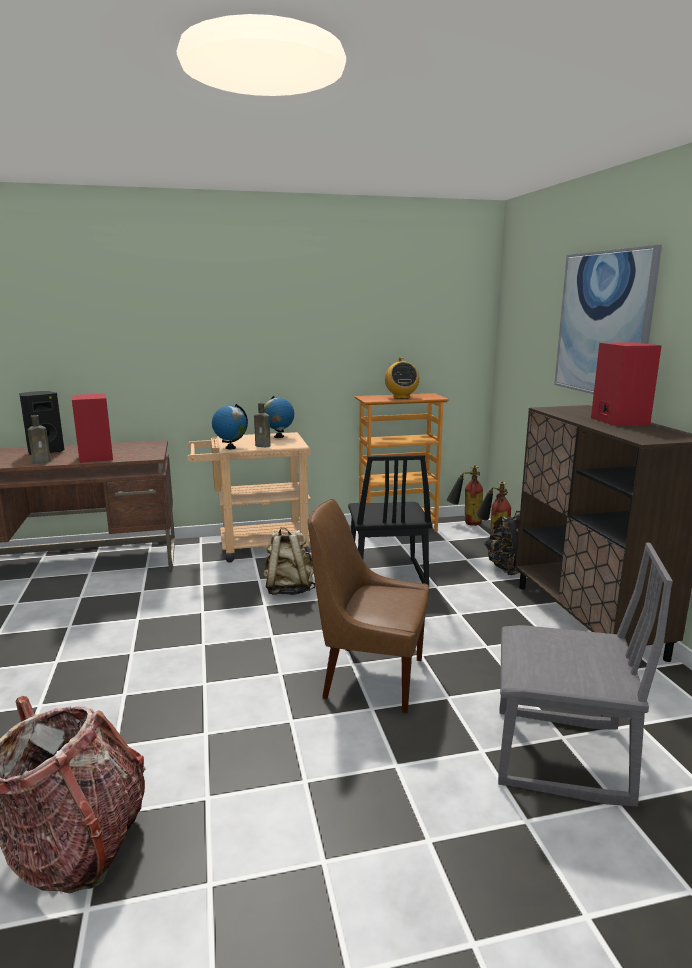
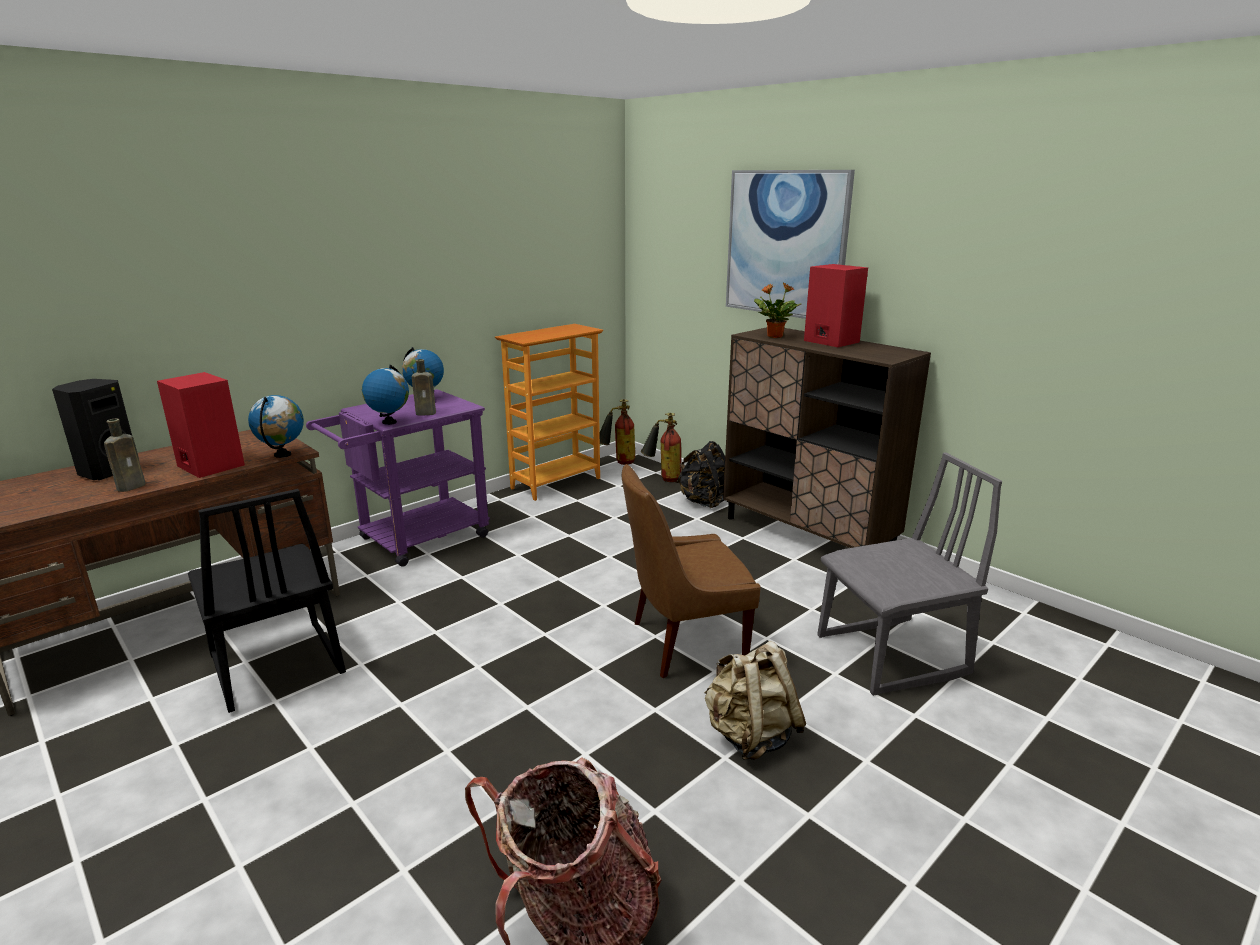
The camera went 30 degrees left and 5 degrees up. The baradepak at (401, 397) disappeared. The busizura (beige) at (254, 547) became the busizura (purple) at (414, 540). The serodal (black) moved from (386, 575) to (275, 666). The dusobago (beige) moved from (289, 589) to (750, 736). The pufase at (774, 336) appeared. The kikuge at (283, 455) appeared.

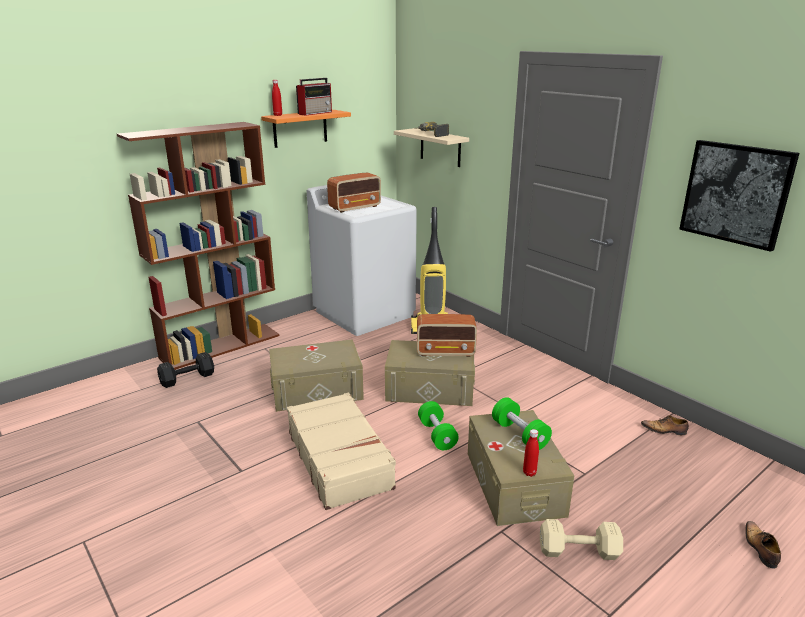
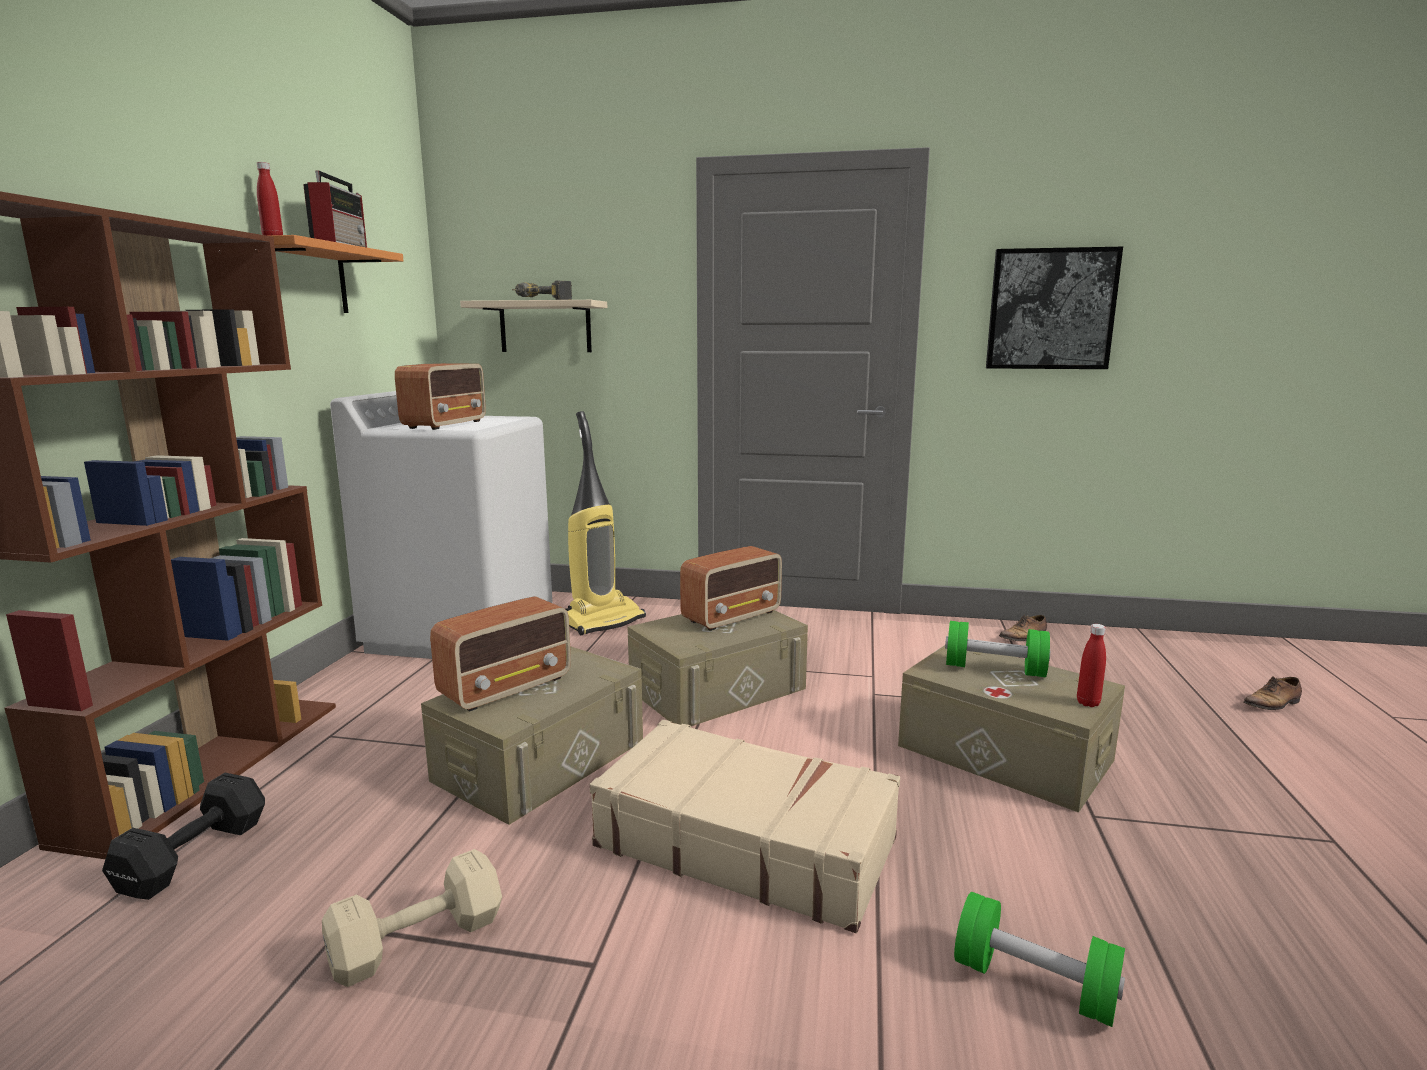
The camera went 40 degrees left and 10 degrees down. The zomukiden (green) moved from (437, 435) to (1034, 984). The zomukiden (beige) moved from (576, 550) to (413, 942). The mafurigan at (760, 548) turned 75 degrees counterclockwise. The baradepak at (507, 687) appeared.

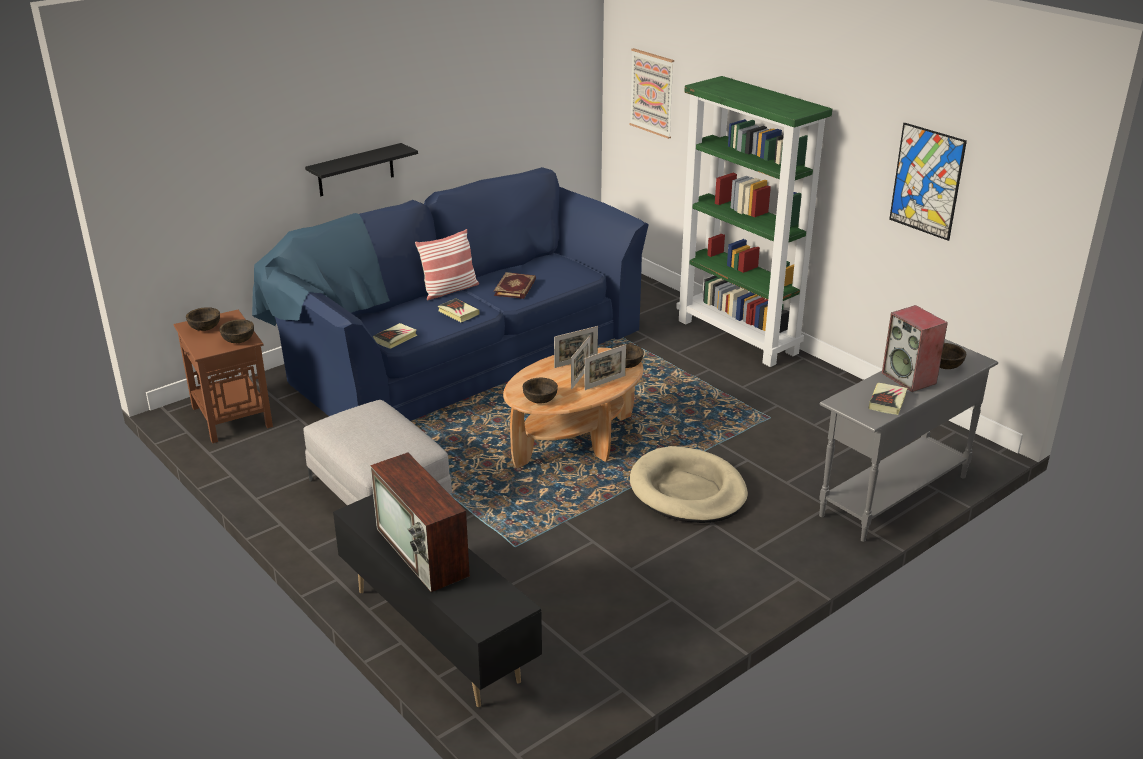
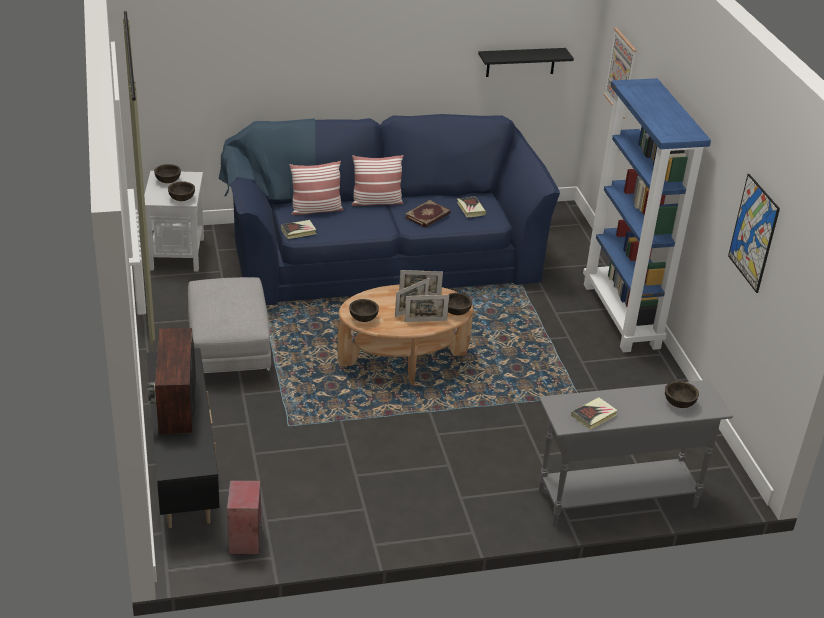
The camera went 25 degrees right and 5 degrees up. The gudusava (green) at (738, 337) became the gudusava (blue) at (622, 316). The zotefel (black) moved from (355, 170) to (520, 62). The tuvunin moved from (458, 313) to (470, 209). The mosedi moved from (910, 378) to (245, 540). The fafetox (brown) at (232, 417) became the fafetox (white) at (176, 254). The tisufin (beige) at (688, 490) disappeared. The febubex at (316, 210) appeared.

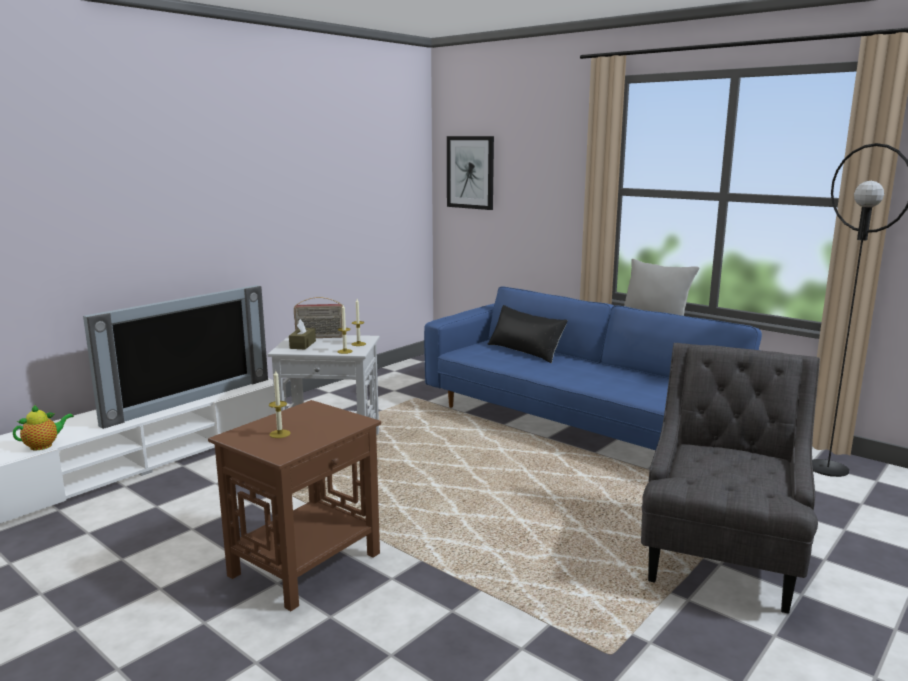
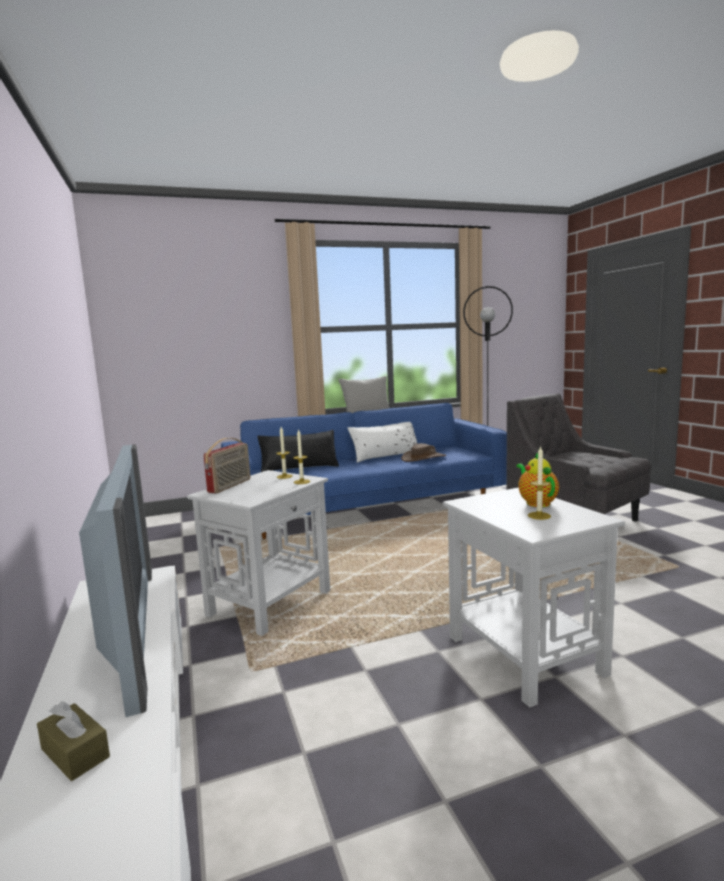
The camera went 60 degrees left and 5 degrees down. The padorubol at (470, 172) disappeared. The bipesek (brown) moved from (303, 345) to (75, 753). The fafetox (brown) at (307, 563) became the fafetox (white) at (523, 654). The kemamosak moved from (44, 445) to (536, 502). The febubex (white) at (385, 456) appeared. The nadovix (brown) at (424, 458) appeared.

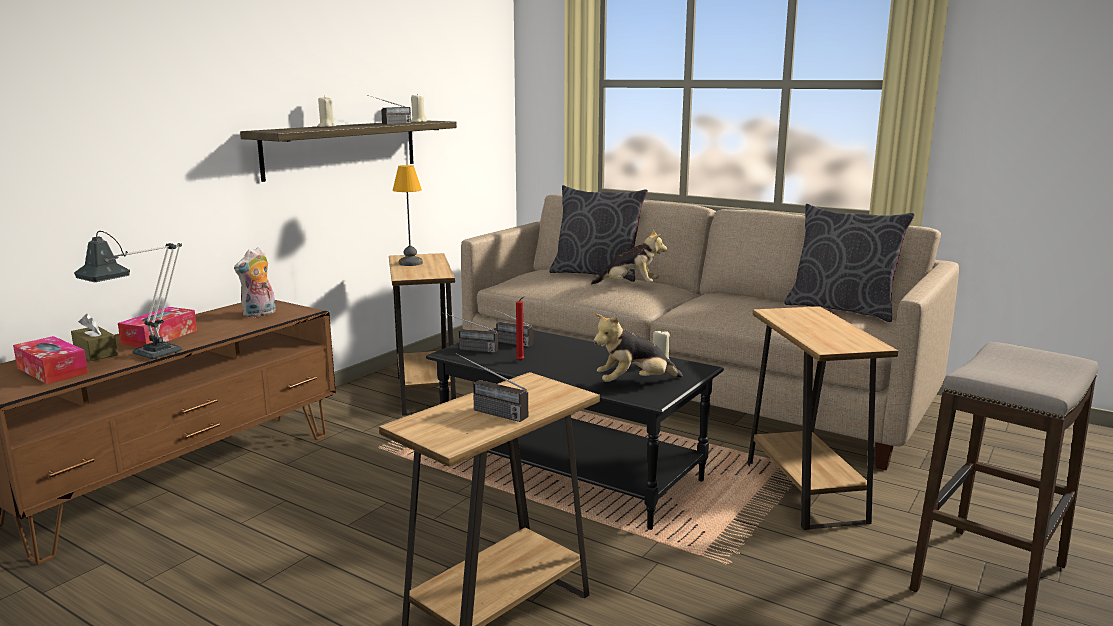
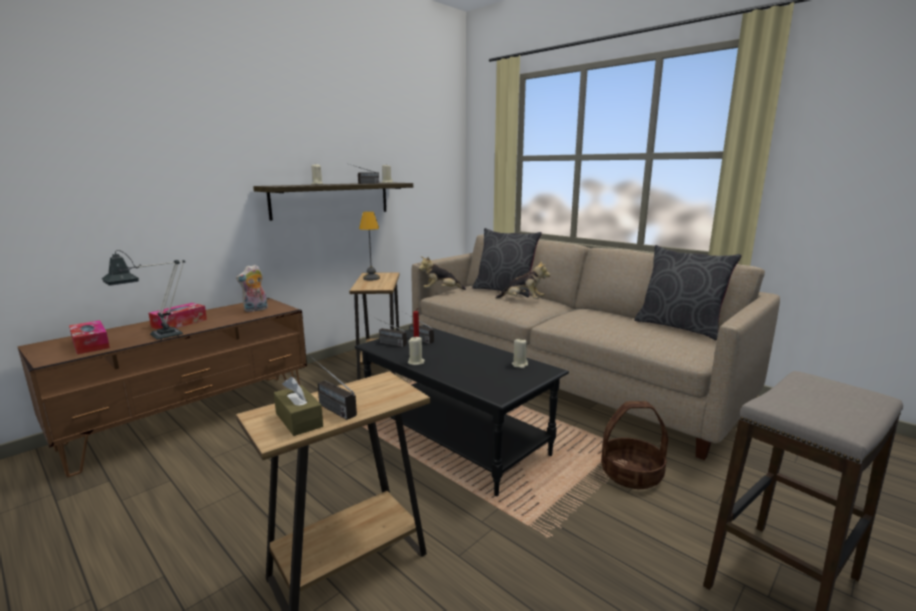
The camera went 10 degrees right and 0 degrees up. The fafetox (brown) at (804, 492) was replaced by the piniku at (631, 474). The bipesek (brown) moved from (95, 352) to (299, 420). The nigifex moved from (634, 384) to (441, 291). The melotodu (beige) at (416, 362) appeared.

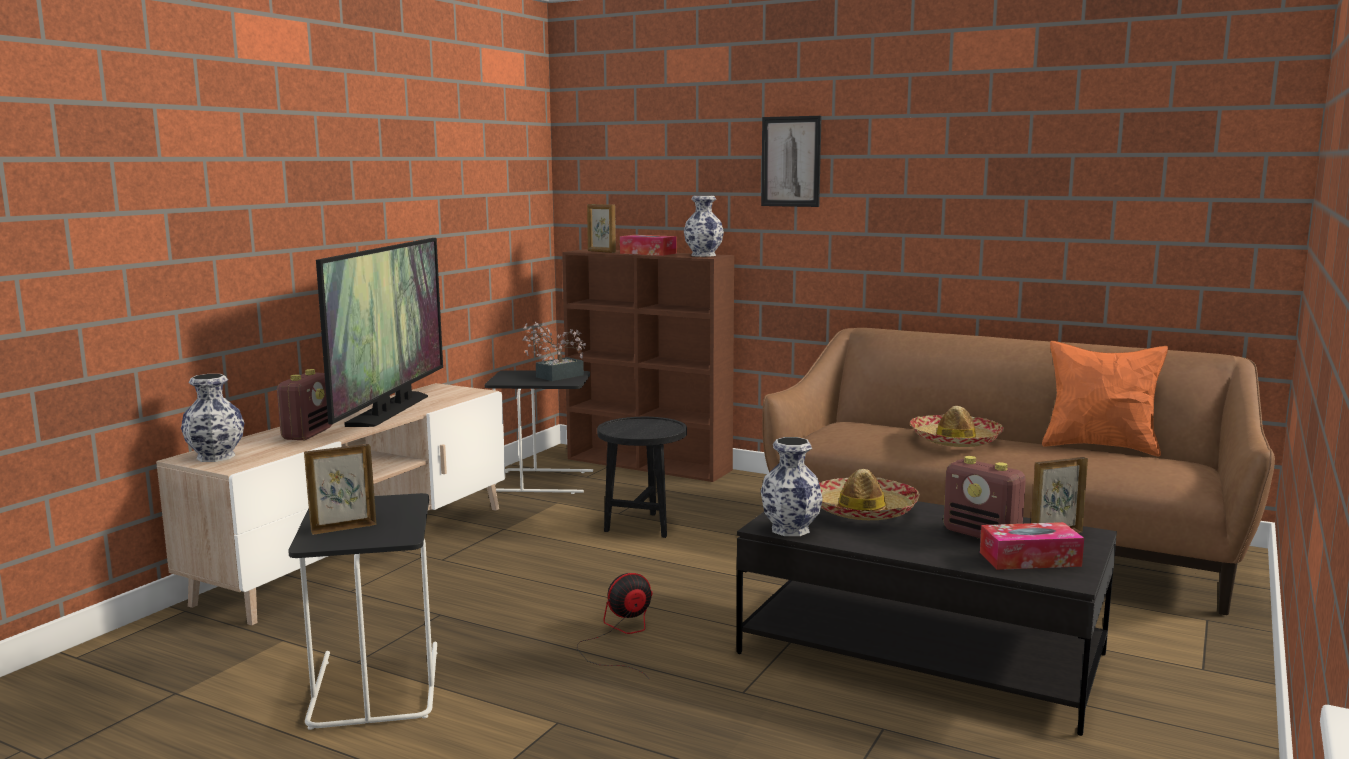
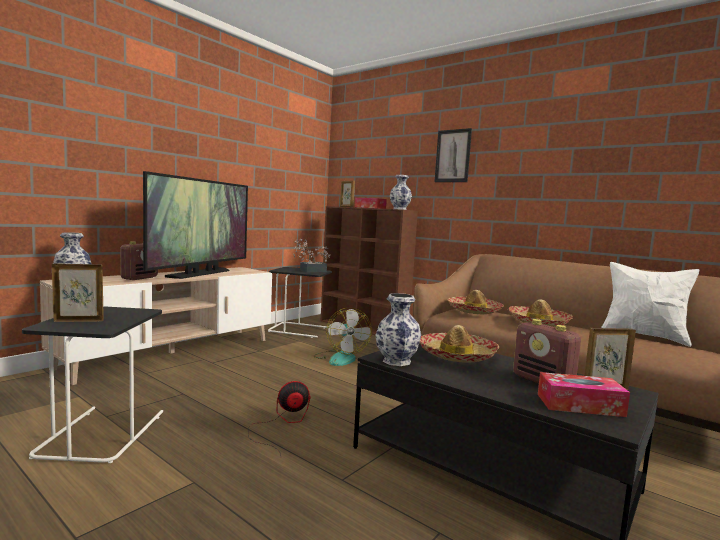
The camera went 10 degrees right and 5 degrees down. The febubex (orange) at (1100, 447) became the febubex (white) at (643, 336). The fafetox (black) at (643, 525) was replaced by the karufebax at (340, 358). The nadovix at (474, 311) appeared.

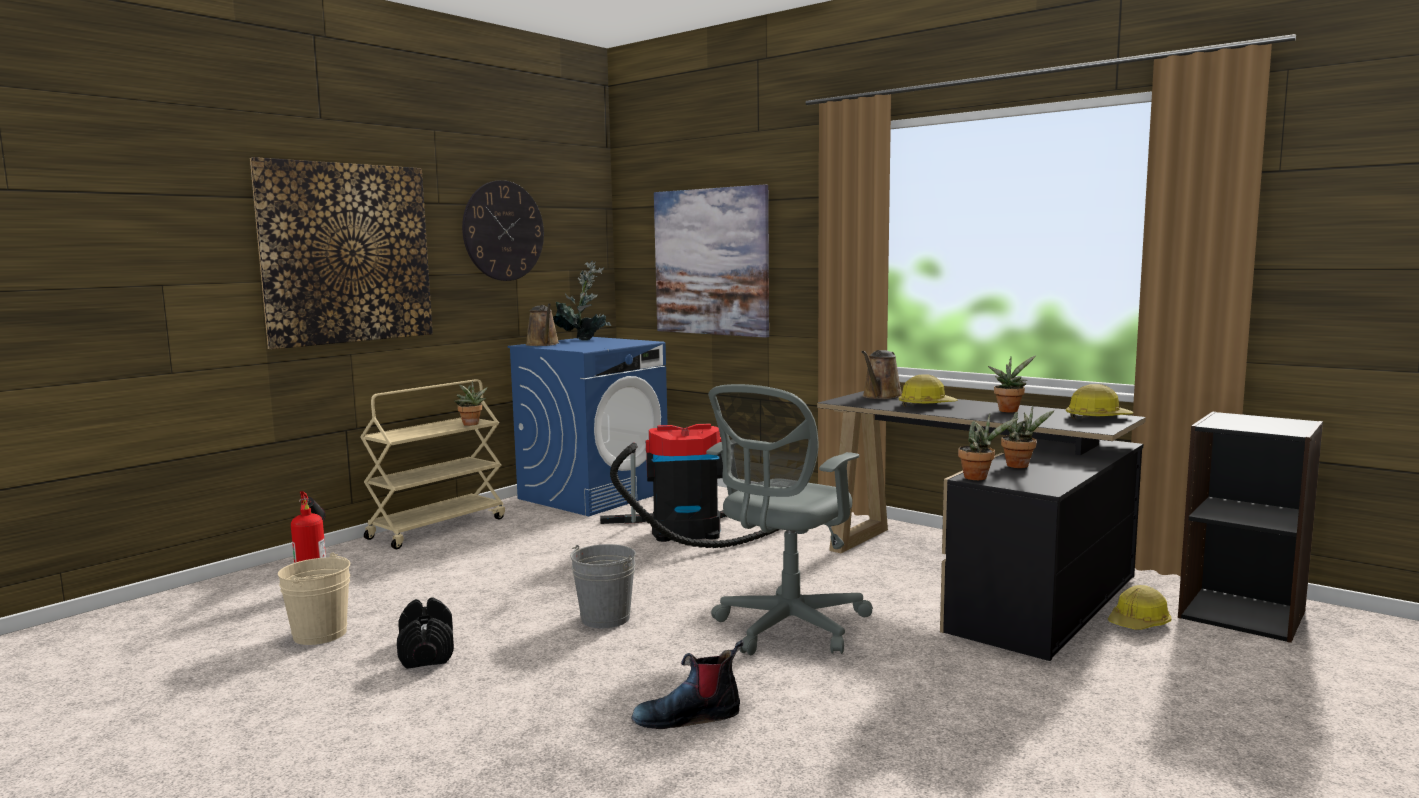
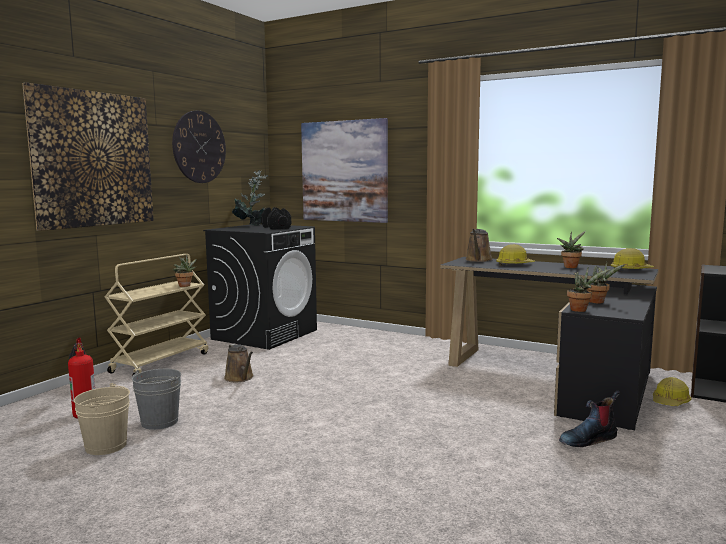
The camera went 10 degrees left and 0 degrees up. The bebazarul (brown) moved from (543, 344) to (240, 378). The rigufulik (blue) at (594, 494) became the rigufulik (black) at (265, 334). The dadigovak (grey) at (786, 629) disappeared. The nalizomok at (695, 532) disappeared. The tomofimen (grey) moved from (605, 618) to (159, 422). The zomukiden (black) moved from (427, 652) to (276, 228). The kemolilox moved from (688, 717) to (588, 439).

